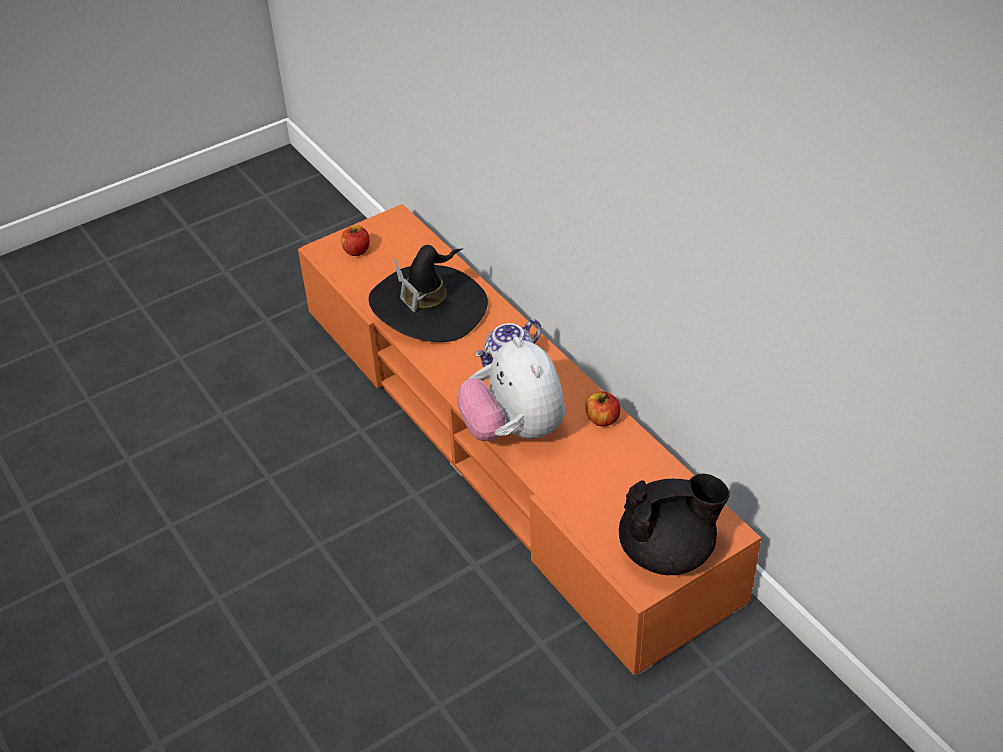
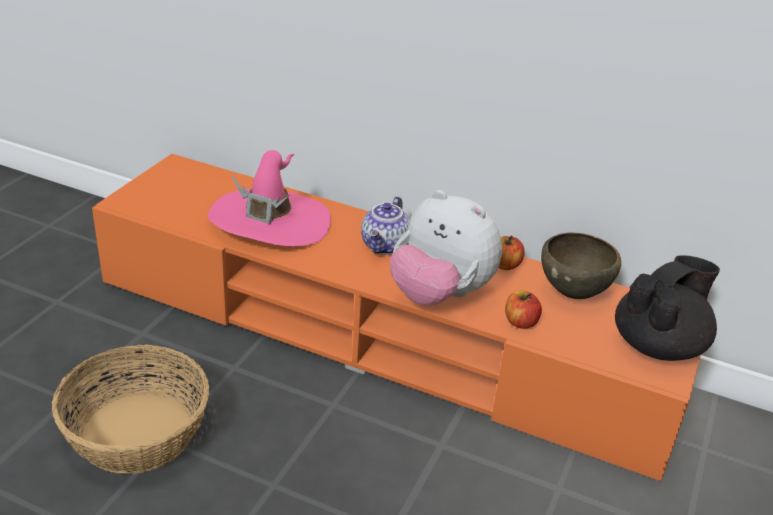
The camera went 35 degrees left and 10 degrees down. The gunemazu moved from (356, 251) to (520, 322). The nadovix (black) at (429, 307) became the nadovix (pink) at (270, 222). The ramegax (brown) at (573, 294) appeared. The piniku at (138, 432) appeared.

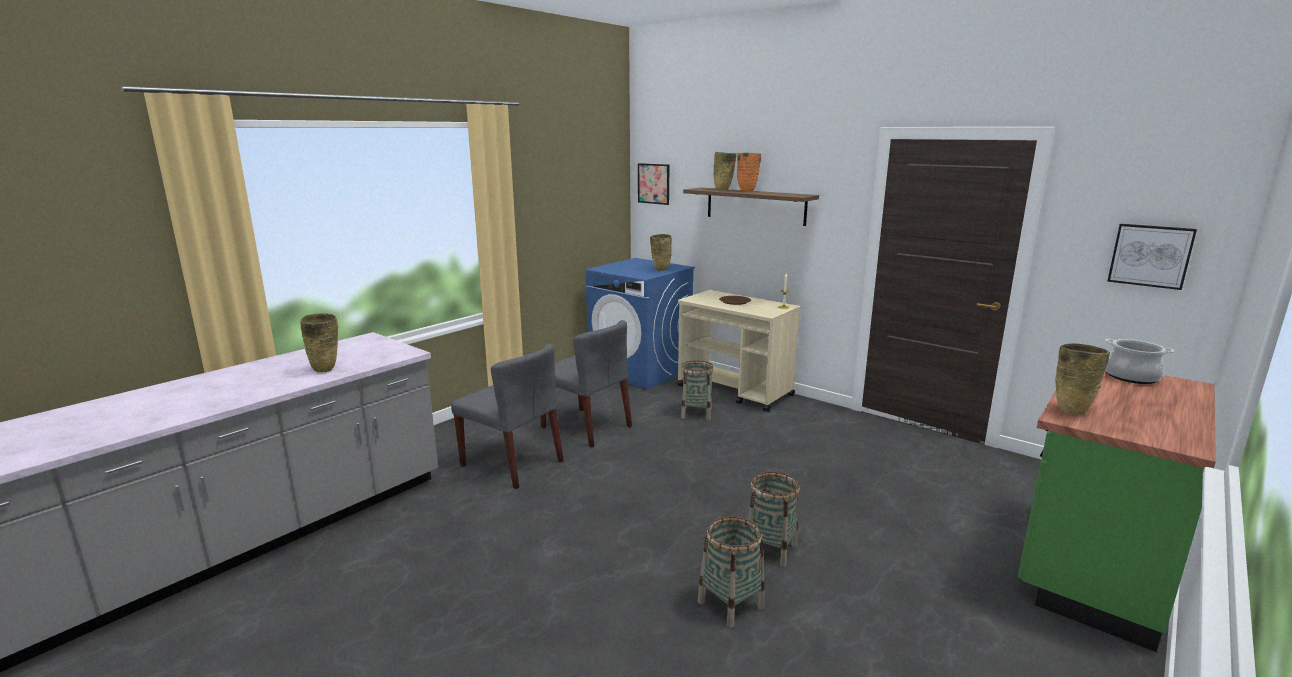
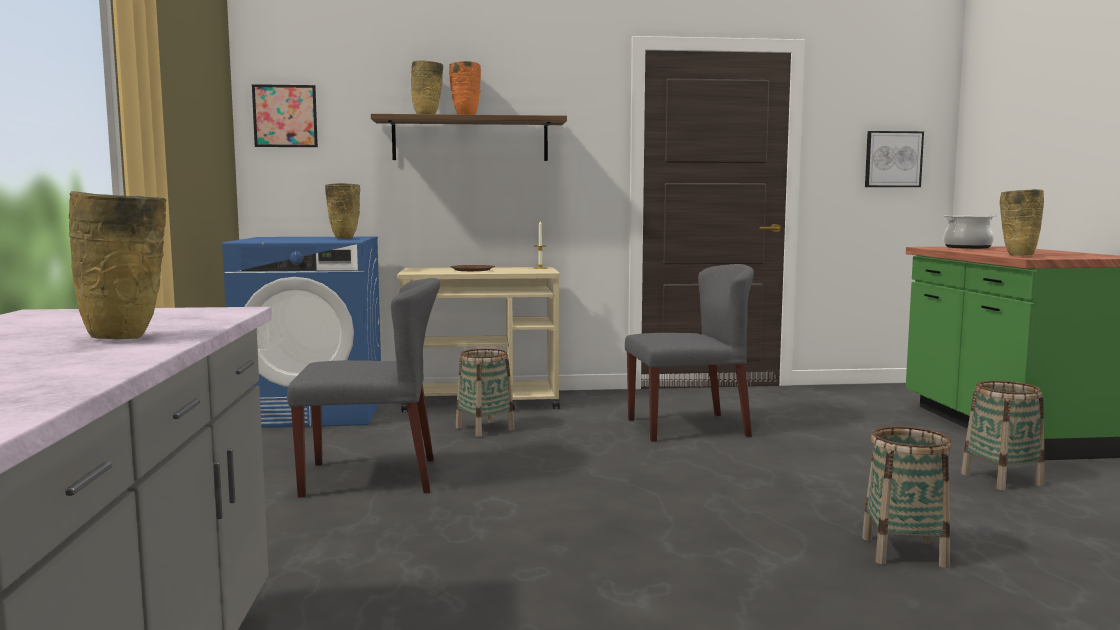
The camera went 45 degrees left and 10 degrees down. The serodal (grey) moved from (512, 463) to (688, 427). The piniku moved from (770, 549) to (1002, 479).

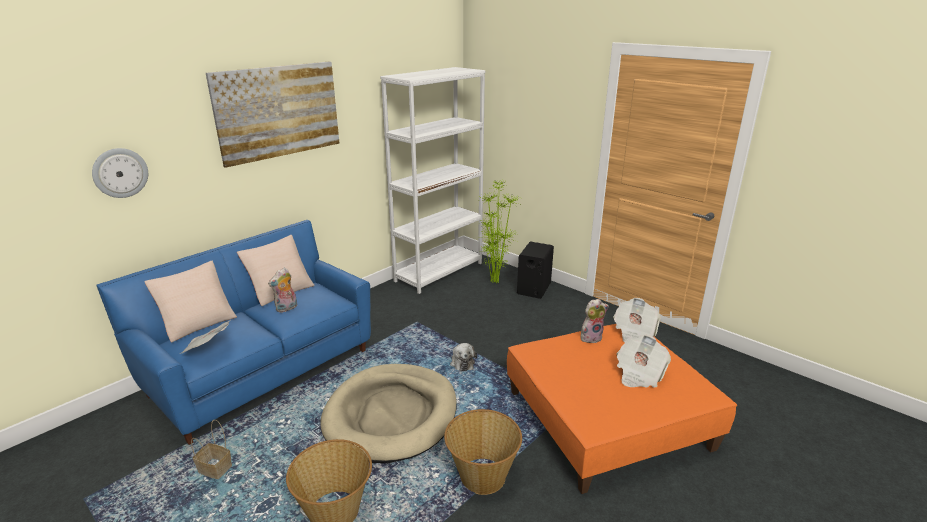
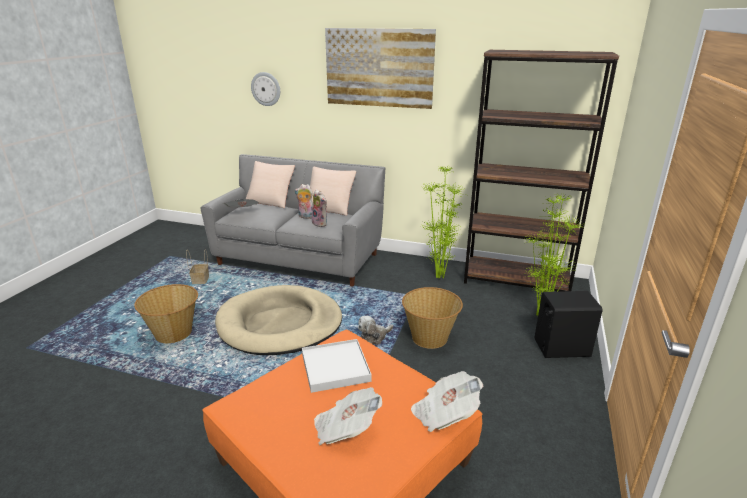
The camera went 65 degrees right and 0 degrees up. The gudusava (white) at (439, 272) became the gudusava (brown) at (516, 281). The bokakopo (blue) at (263, 372) became the bokakopo (grey) at (299, 259). The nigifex moved from (591, 337) to (321, 223). The piniku moved from (482, 475) to (430, 337). The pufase at (439, 276) appeared. The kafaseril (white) at (335, 368) appeared.

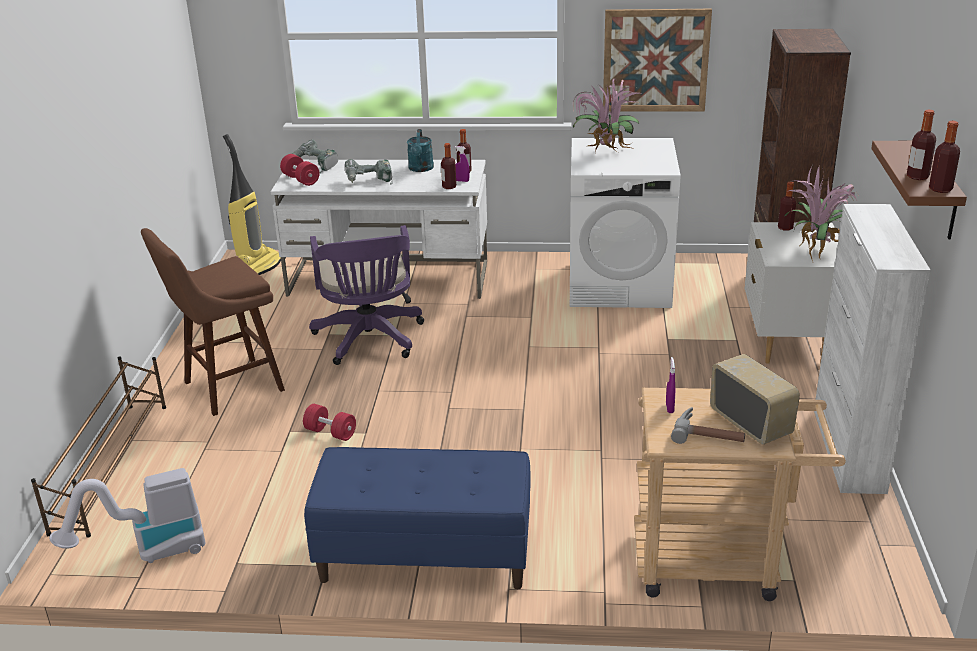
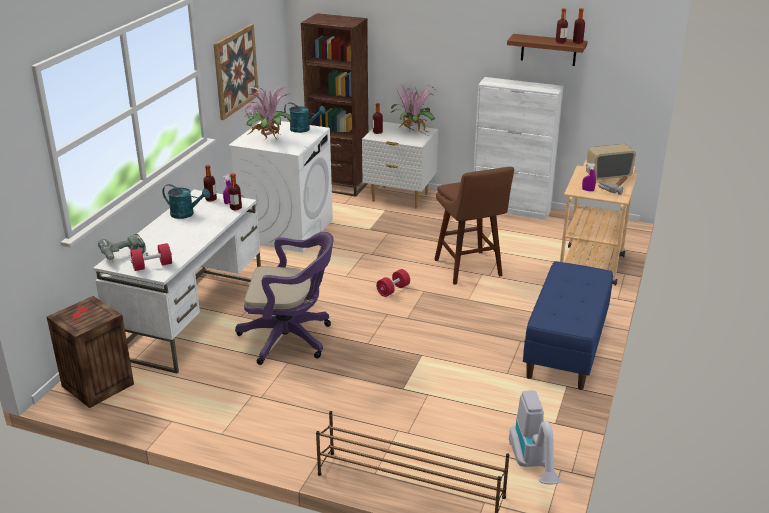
The camera went 75 degrees left and 0 degrees up. The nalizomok at (258, 265) was replaced by the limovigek at (96, 385). The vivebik at (369, 182) disappeared. The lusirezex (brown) moved from (227, 388) to (469, 270). The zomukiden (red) moved from (330, 433) to (393, 290). The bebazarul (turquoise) at (303, 129) appeared.

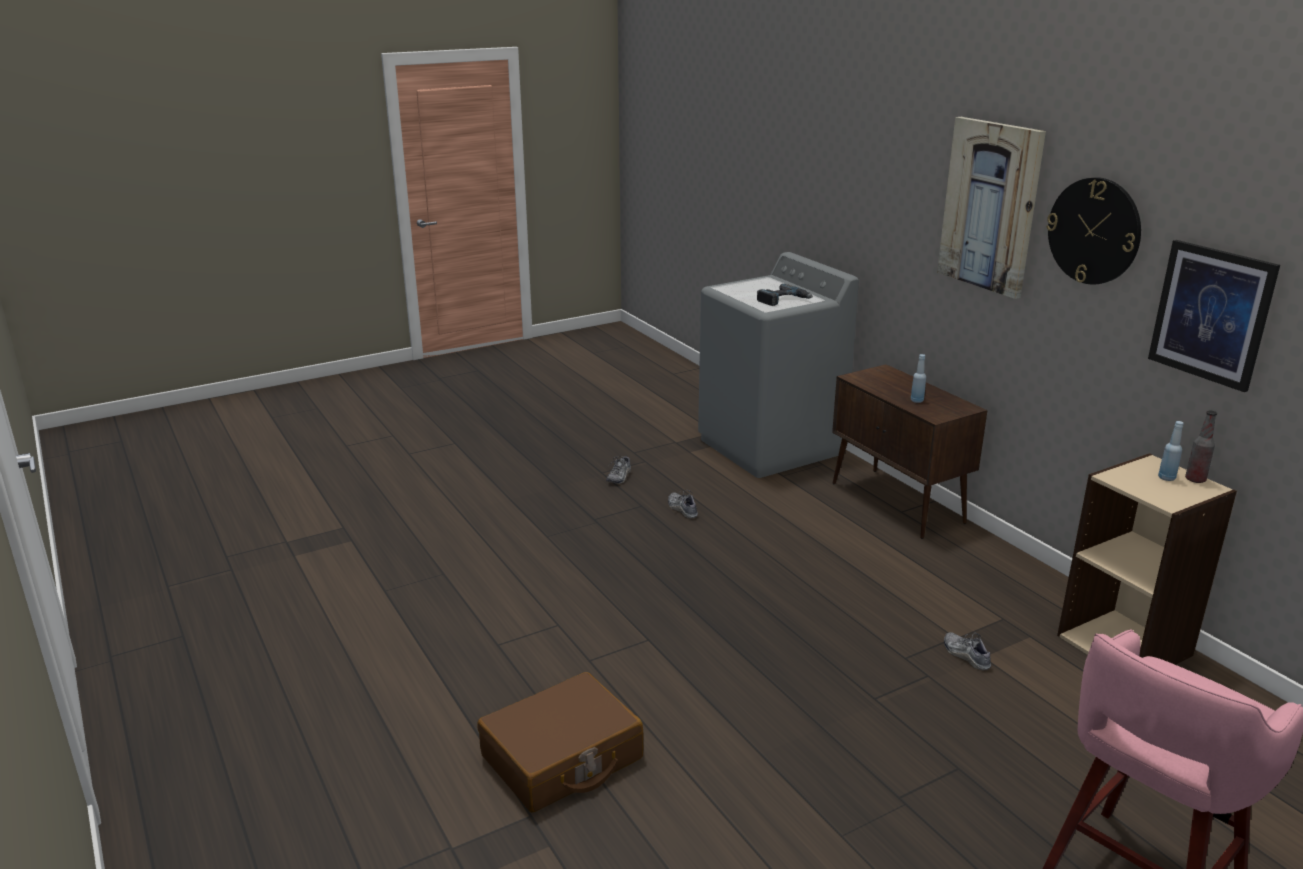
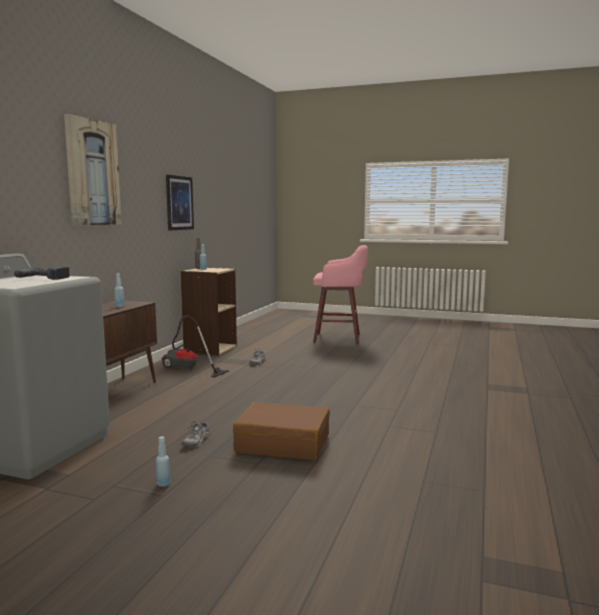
The camera went 130 degrees left and 15 degrees down. The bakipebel at (1094, 231) disappeared. The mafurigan at (619, 477) was replaced by the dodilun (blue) at (163, 484). The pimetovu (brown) moved from (562, 758) to (283, 443). The nalizomok at (187, 369) appeared.

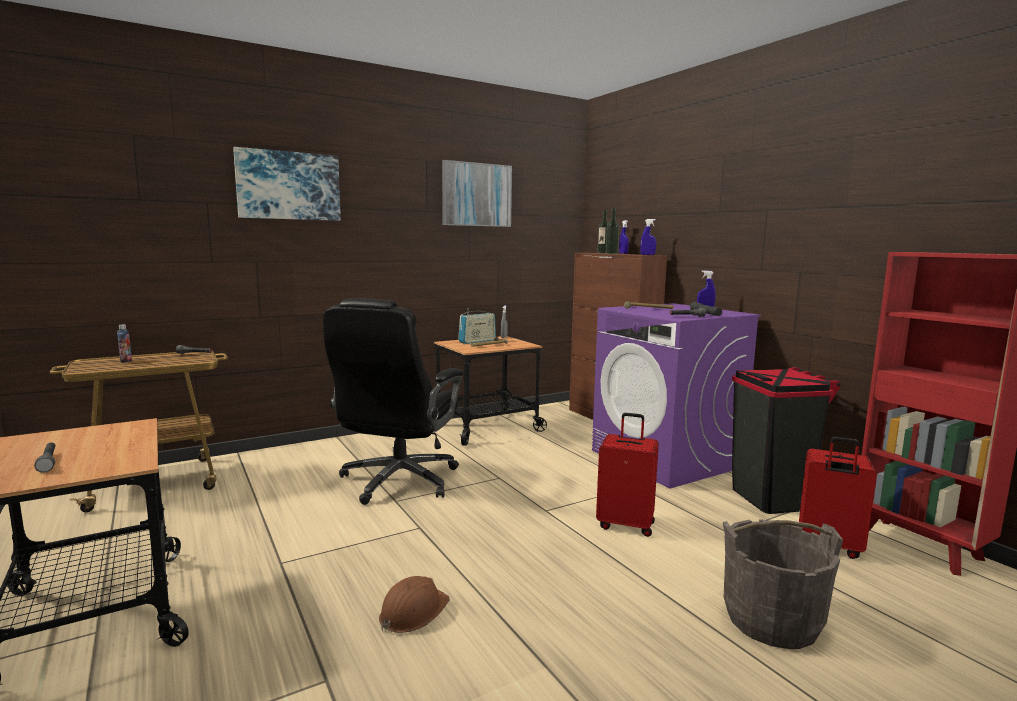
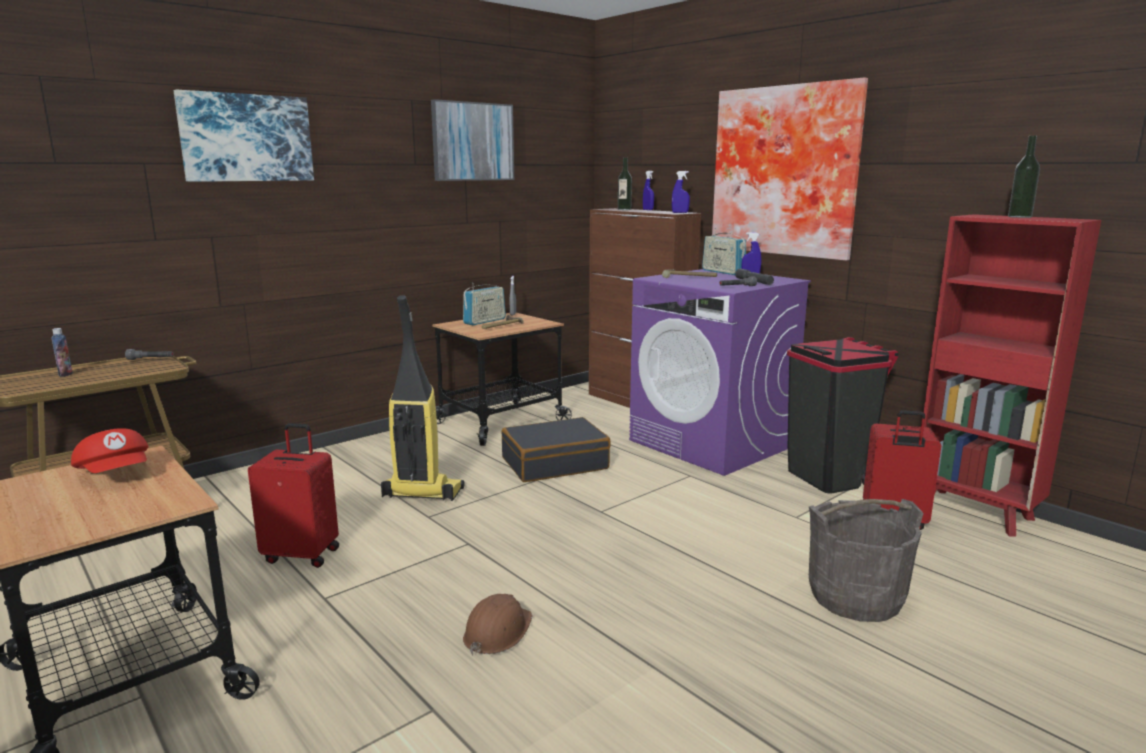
The camera went 10 degrees left and 5 degrees up. The dodilun moved from (611, 253) to (1019, 217). The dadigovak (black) at (398, 481) was replaced by the nalizomok at (422, 494). The pimetovu (red) moved from (626, 524) to (302, 554). The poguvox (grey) at (48, 462) disappeared. The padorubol at (786, 171) appeared. The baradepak at (723, 272) appeared. The pimetovu (black) at (554, 463) appeared. The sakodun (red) at (117, 474) appeared.

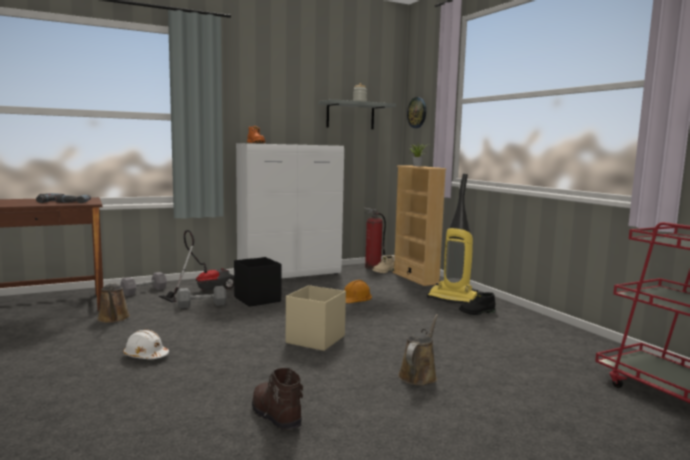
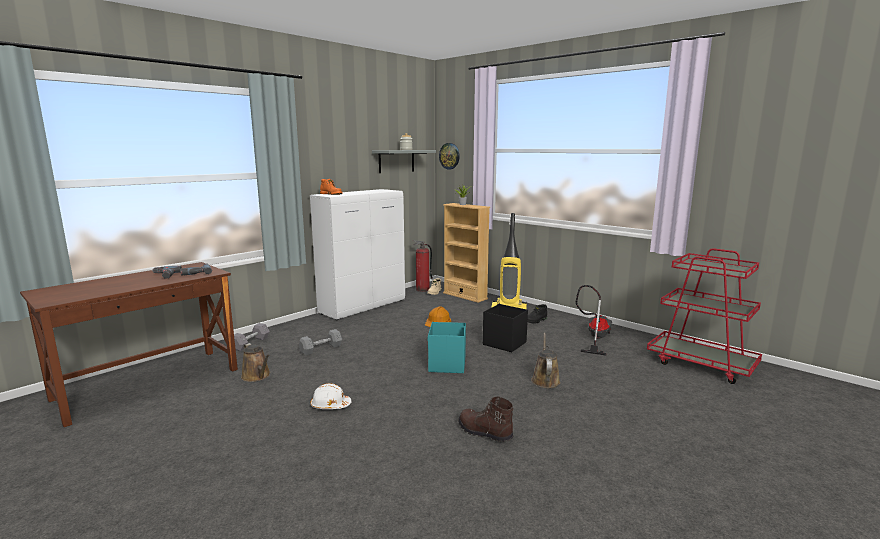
The camera went 20 degrees left and 5 degrees up. The nalizomok moved from (203, 290) to (594, 338). The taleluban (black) moved from (257, 299) to (504, 343). The taleluban (beige) at (315, 340) became the taleluban (turquoise) at (447, 365).

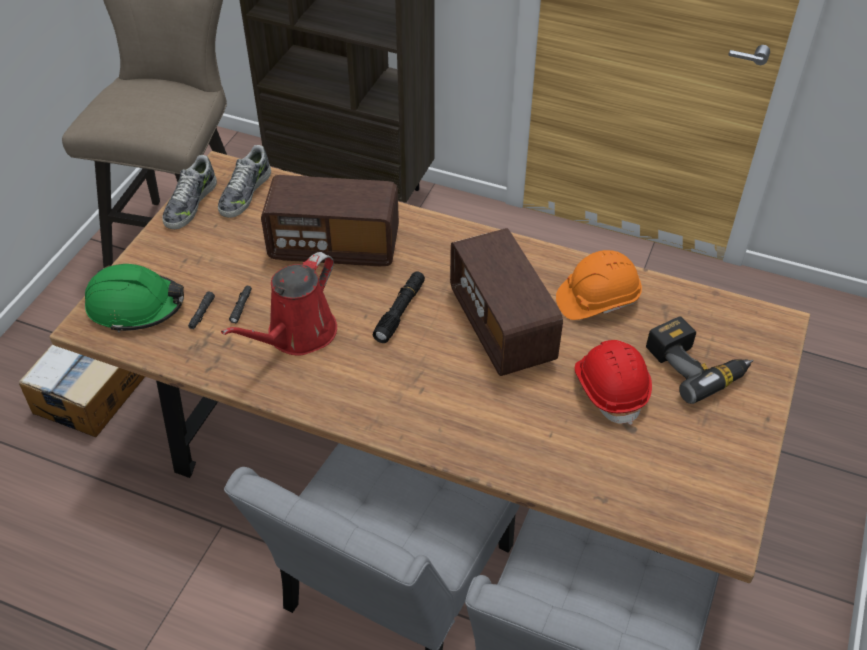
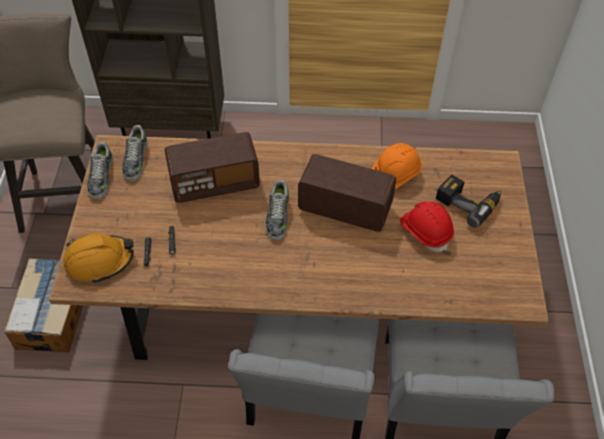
The camera went 20 degrees left and 5 degrees up. The baradepak at (502, 326) turned 150 degrees clockwise. The bebazarul (red) at (297, 335) disappeared. The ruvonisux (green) at (136, 306) became the ruvonisux (orange) at (99, 261). The poguvox (black) at (400, 311) was replaced by the mafurigan at (277, 216).

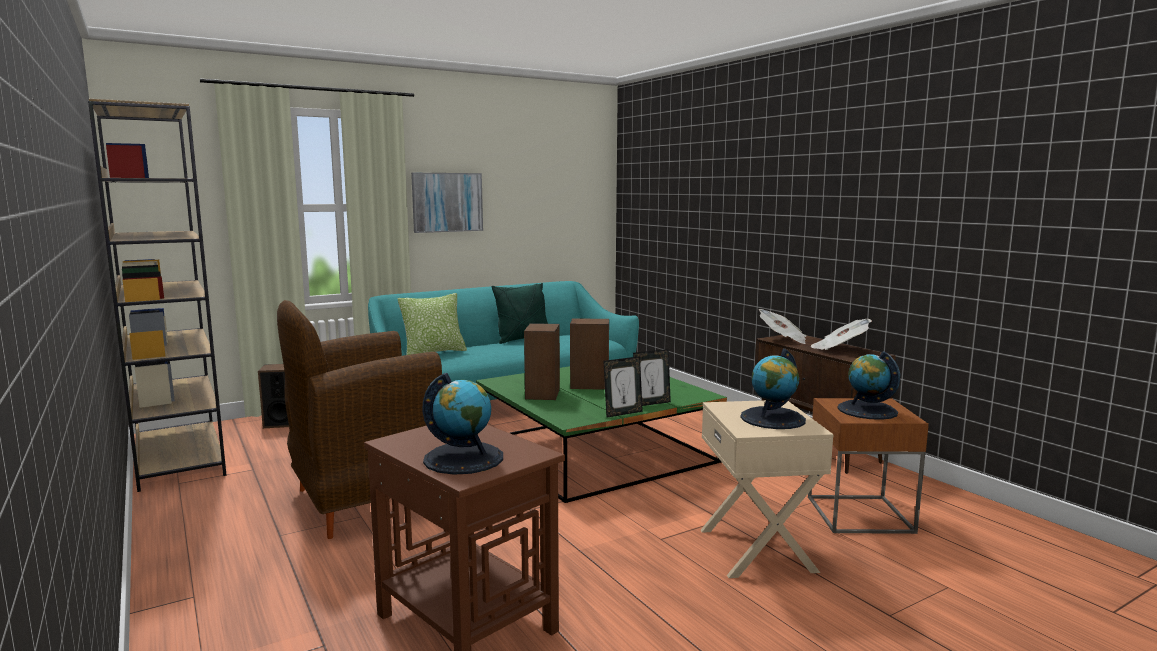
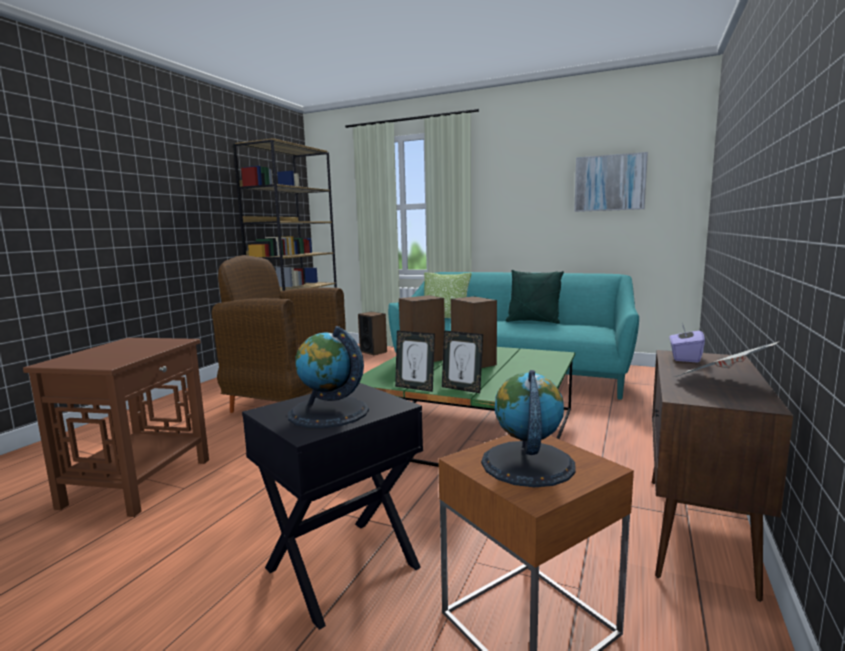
The camera went 55 degrees right and 0 degrees up. The padorubol moved from (447, 202) to (610, 183). The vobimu at (783, 340) was replaced by the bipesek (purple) at (684, 357). The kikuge at (464, 458) disappeared. The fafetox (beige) at (758, 550) became the fafetox (black) at (343, 568).

